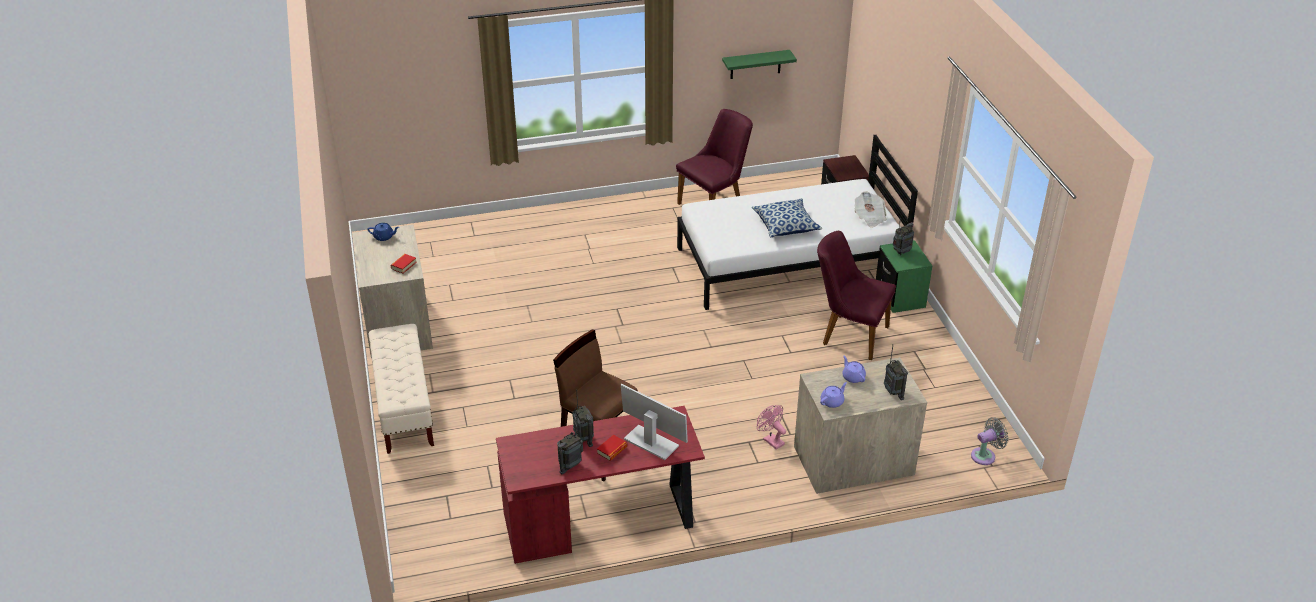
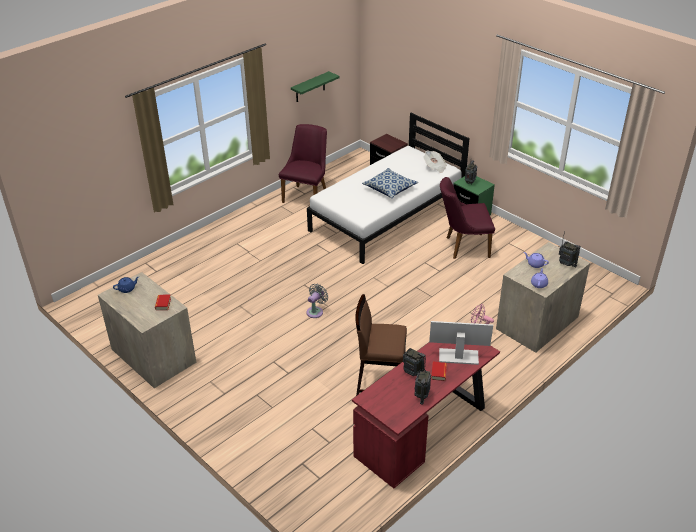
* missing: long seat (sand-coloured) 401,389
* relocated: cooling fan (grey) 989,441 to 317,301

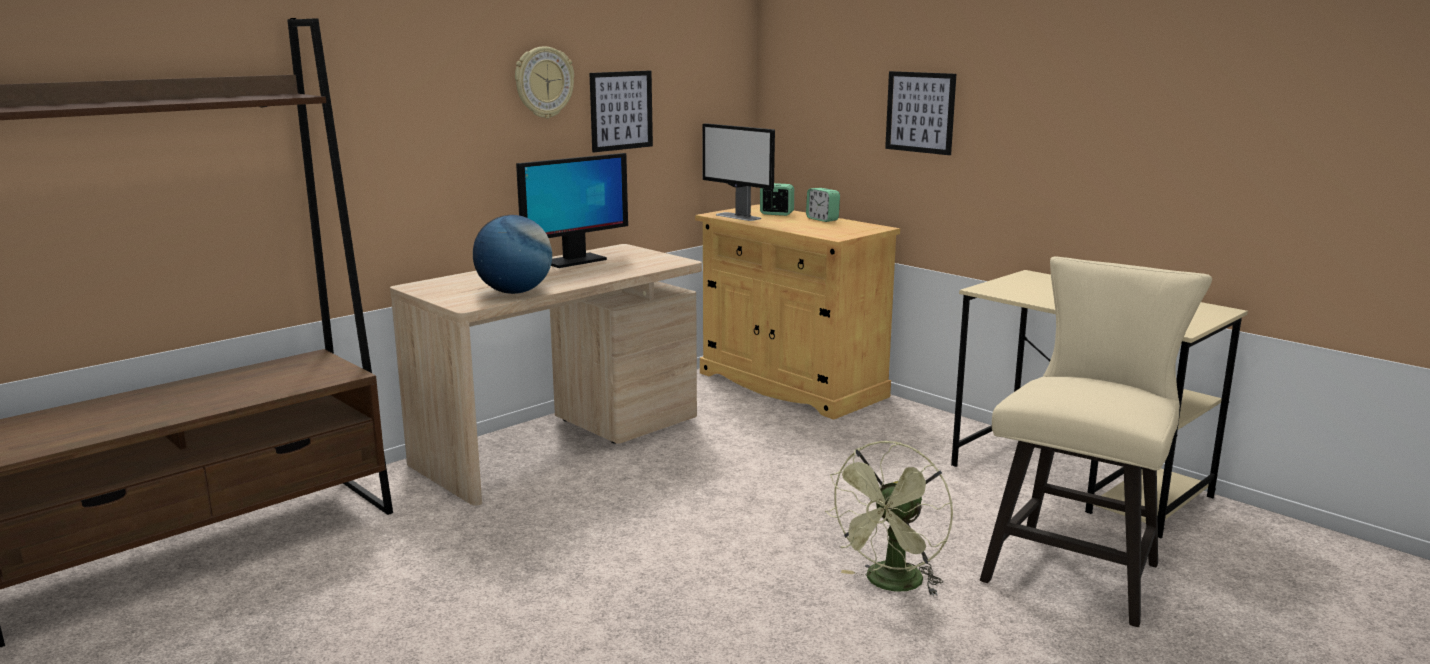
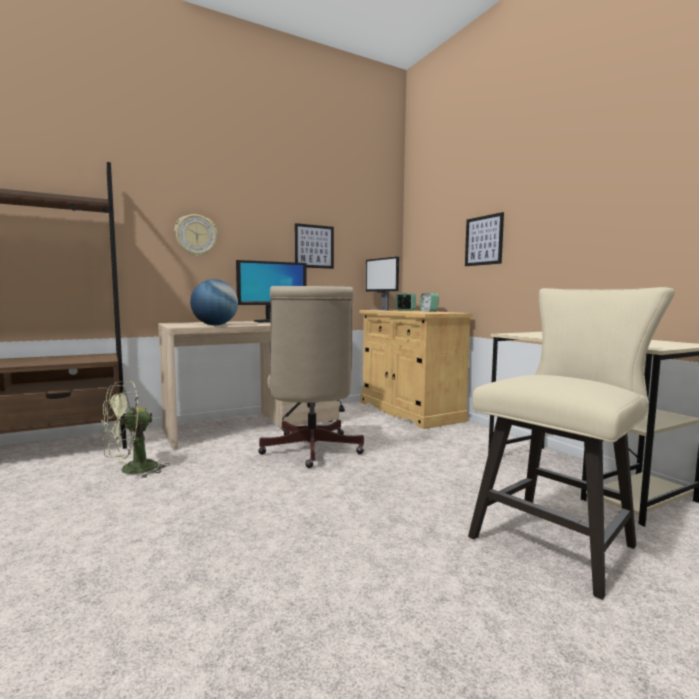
* relocated: wall clock 544,82 to 196,235
* relocated: cooling fan (green-coloured) 889,518 to 135,430
* appeared: computer chair (sand-coloured) 311,377

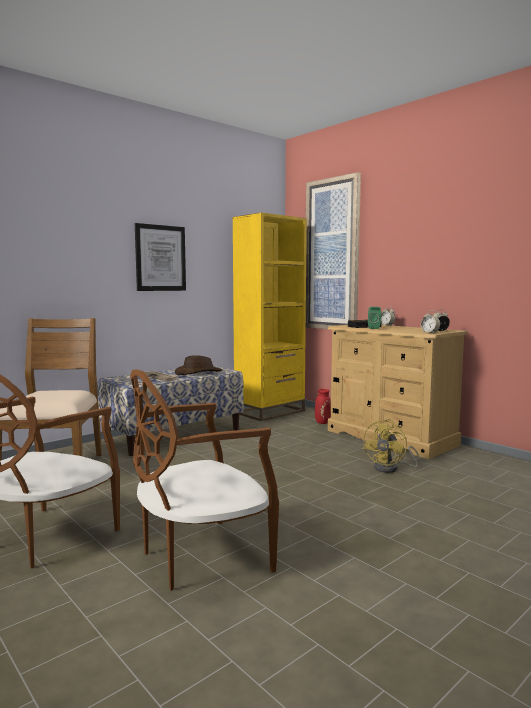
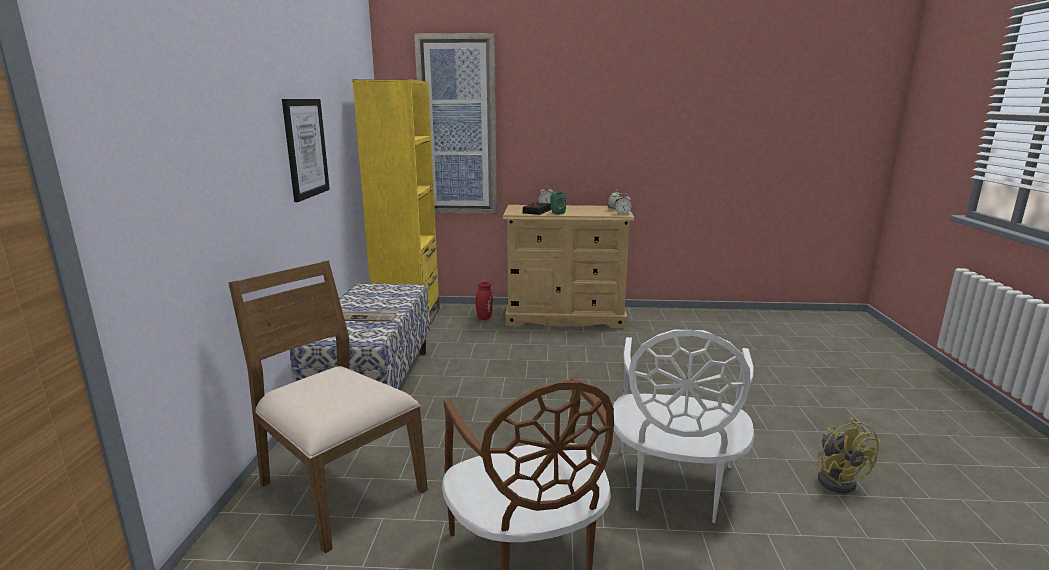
* colour: plain chair (brown) 204,480 to plain chair (white-coloured) 683,426
* missing: hat (brown) 199,365
* relocated: cooling fan (yellow-coloured) 391,446 to 848,455

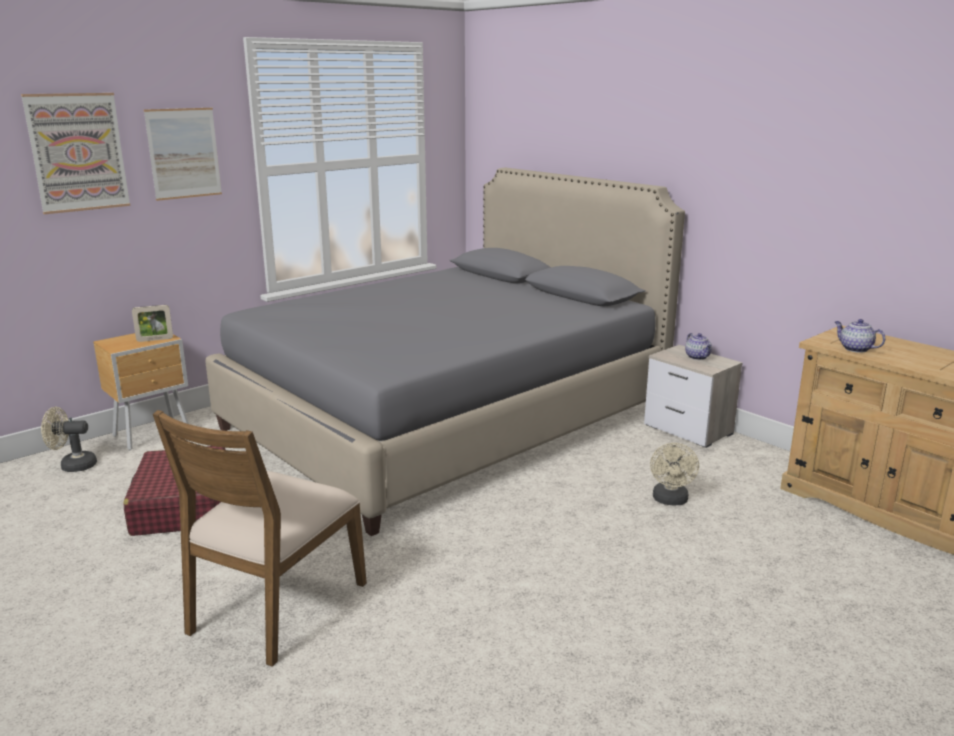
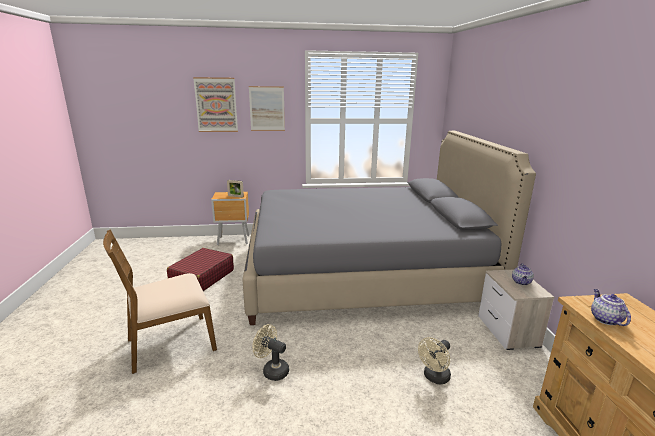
* relocated: cooling fan (sand-coloured) 69,439 to 270,352

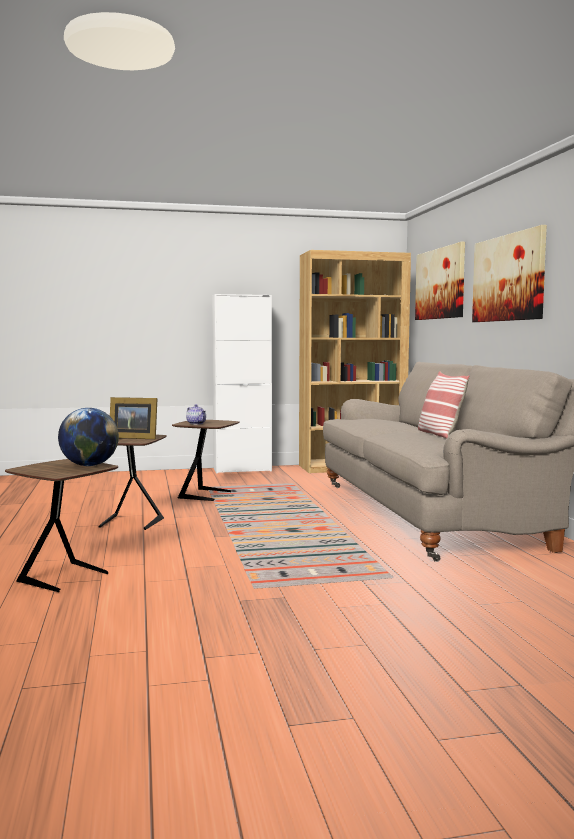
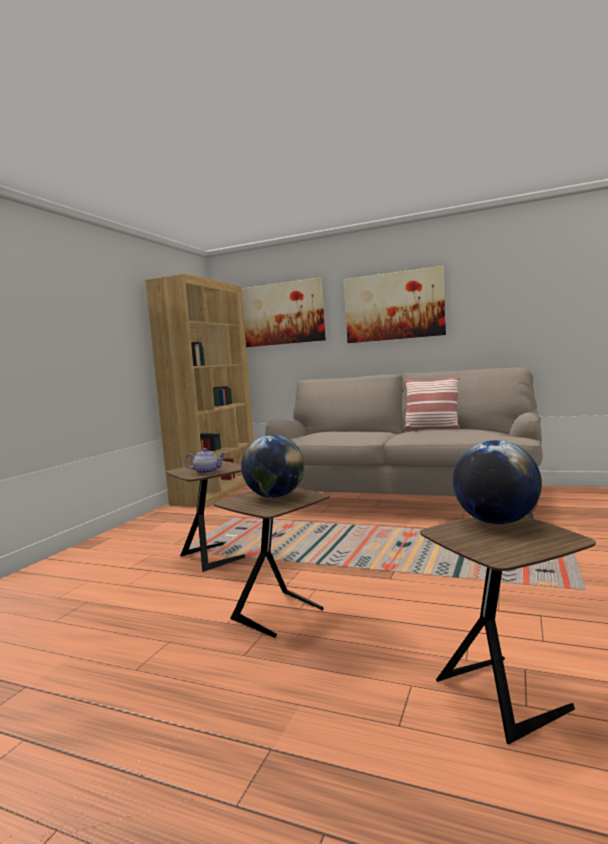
* exchanged: photo frame 134,418 to globe 272,466
* missing: cabinet (white-coloured) 242,384

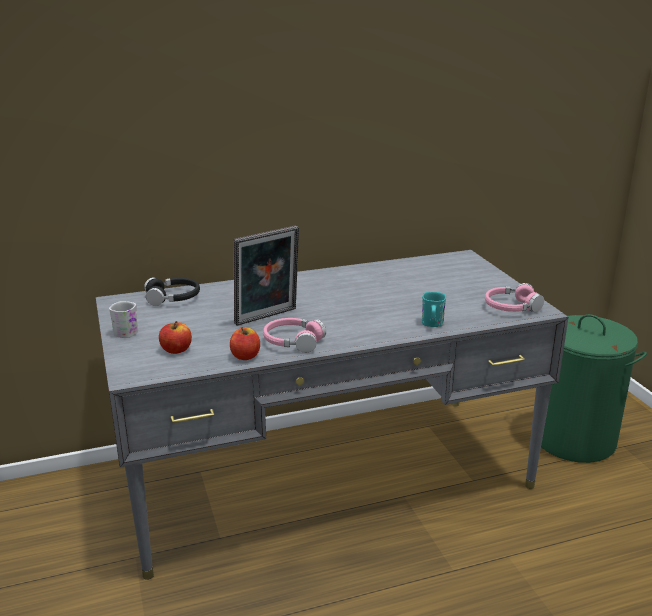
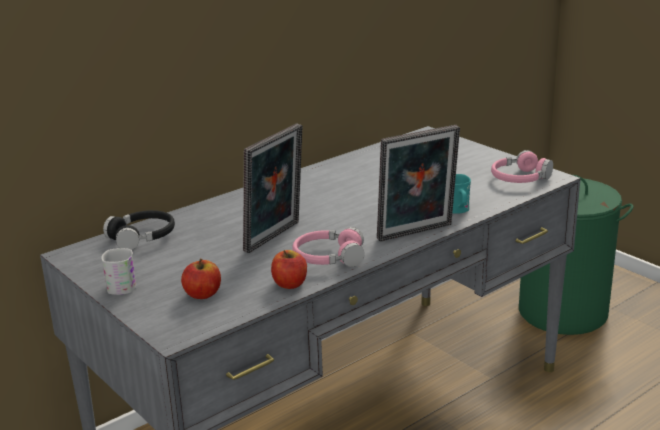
* appeared: photo frame 418,183

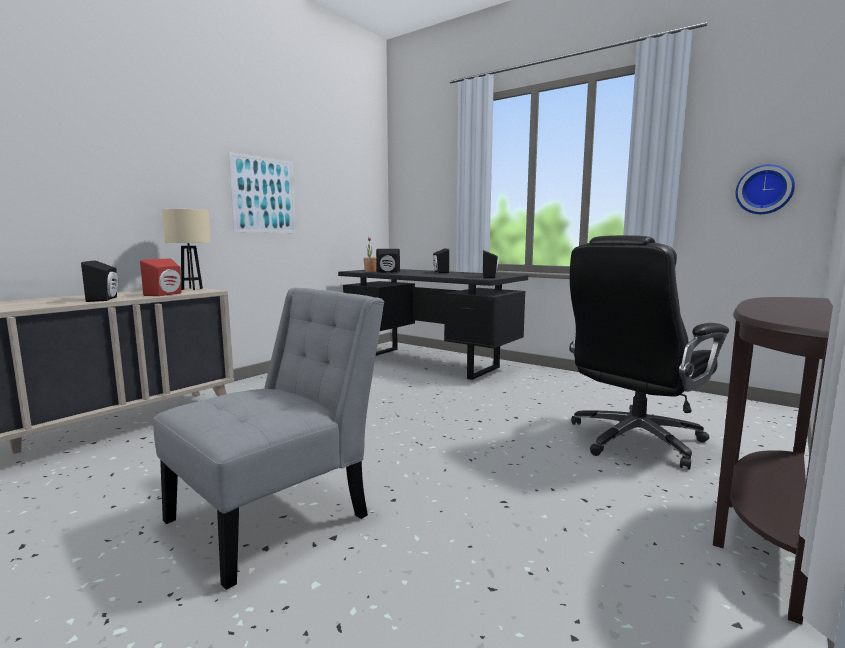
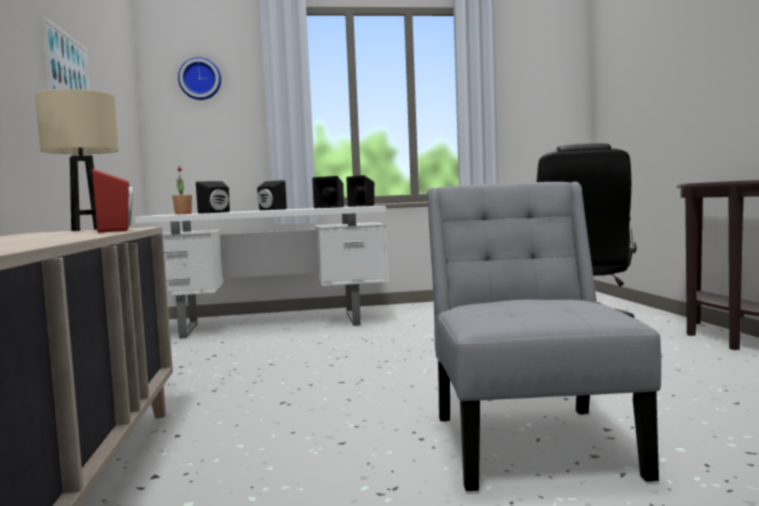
* relocated: audio speaker (black-coloured) 99,281 to 328,192
* colour: desk (black-coloured) 433,324 to desk (white-coloured) 262,272
* relocated: wall clock 765,189 to 199,78

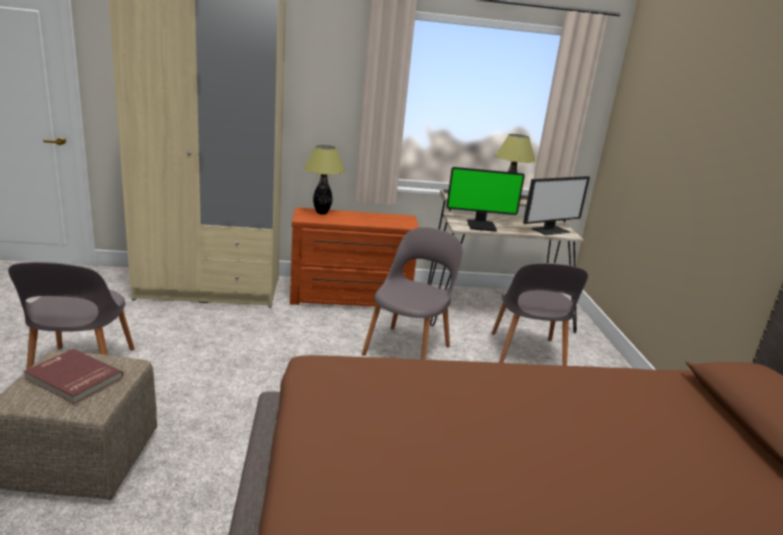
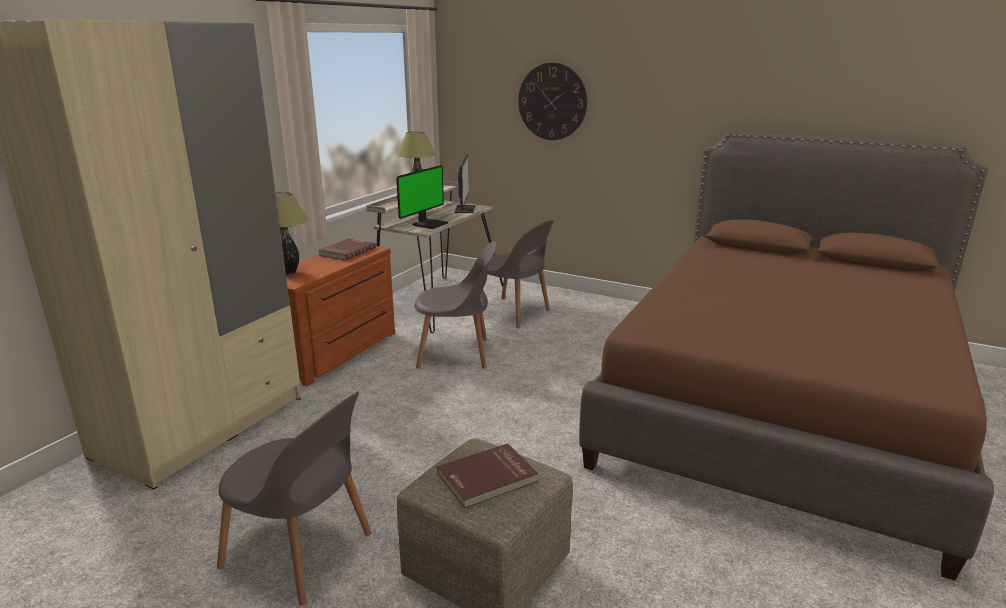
* spun: plain chair (grey) 412,293 = 455,304 120 degrees clockwise
* appeared: bound book (reddish) 347,249
* appeared: wall clock 552,101

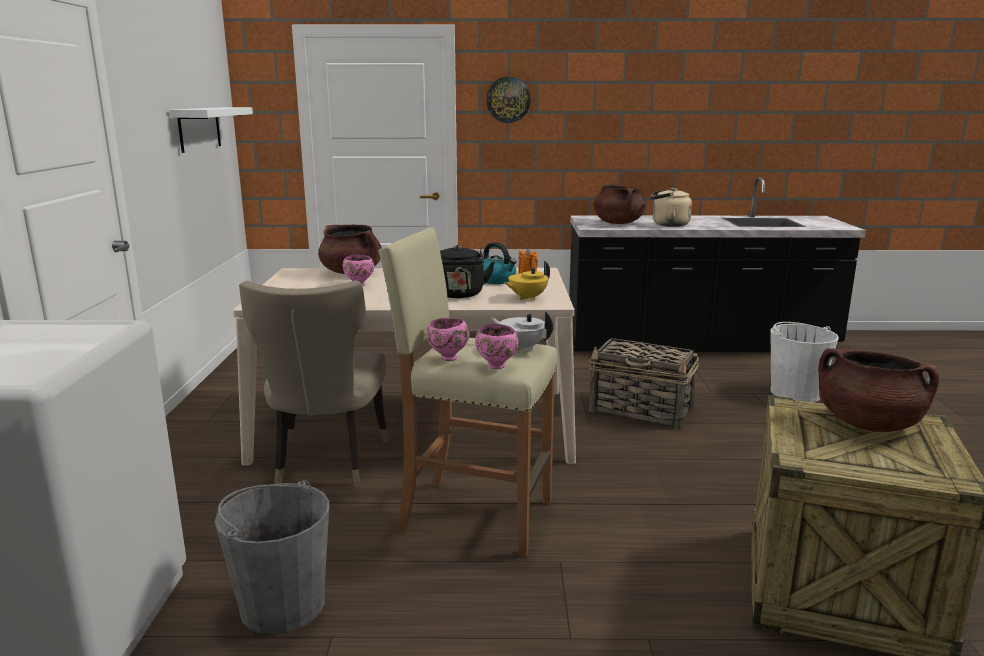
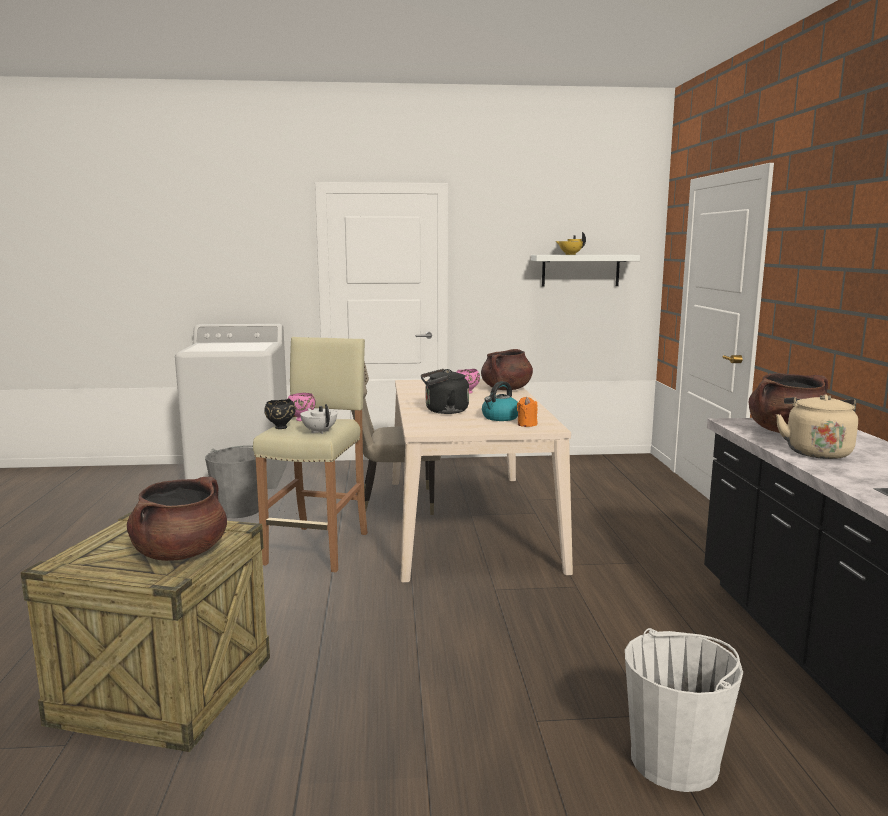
* colour: serving bowl (pink) 497,346 to serving bowl (black-coloured) 279,414
* missing: wall clock 508,100
* spun: tea pot (white-coloured) 522,331 = 318,419 60 degrees counterclockwise
* relocated: tea pot (yellow-coloured) 527,280 to 571,243
* missing: household basket 644,383

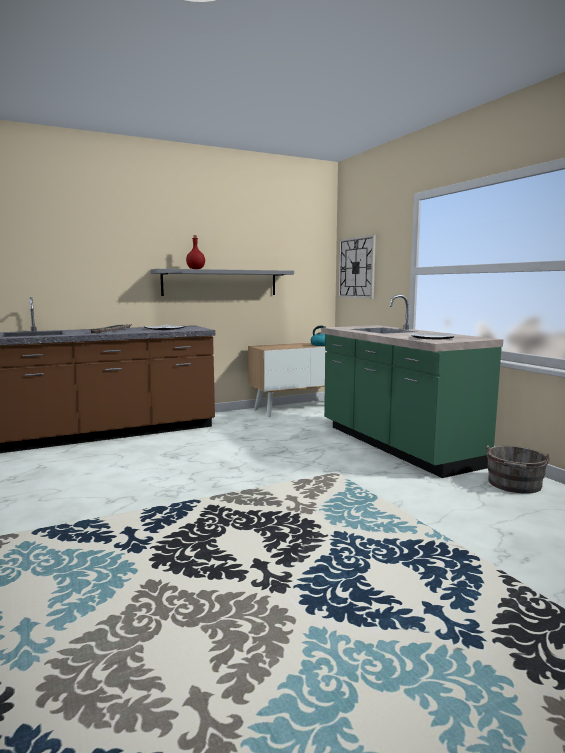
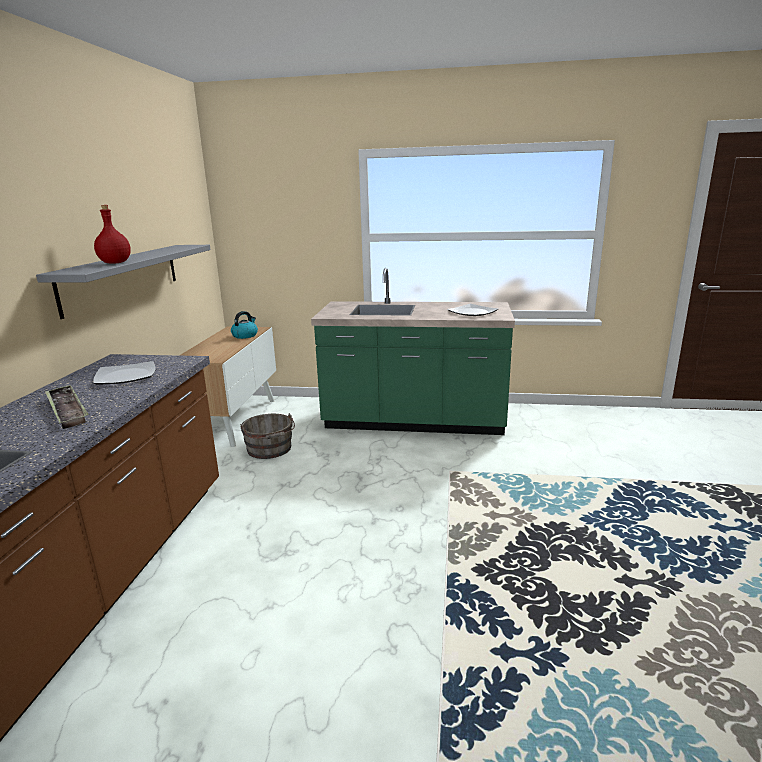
* missing: wall clock 357,267
* relocated: pail (grey) 517,469 to 267,436

